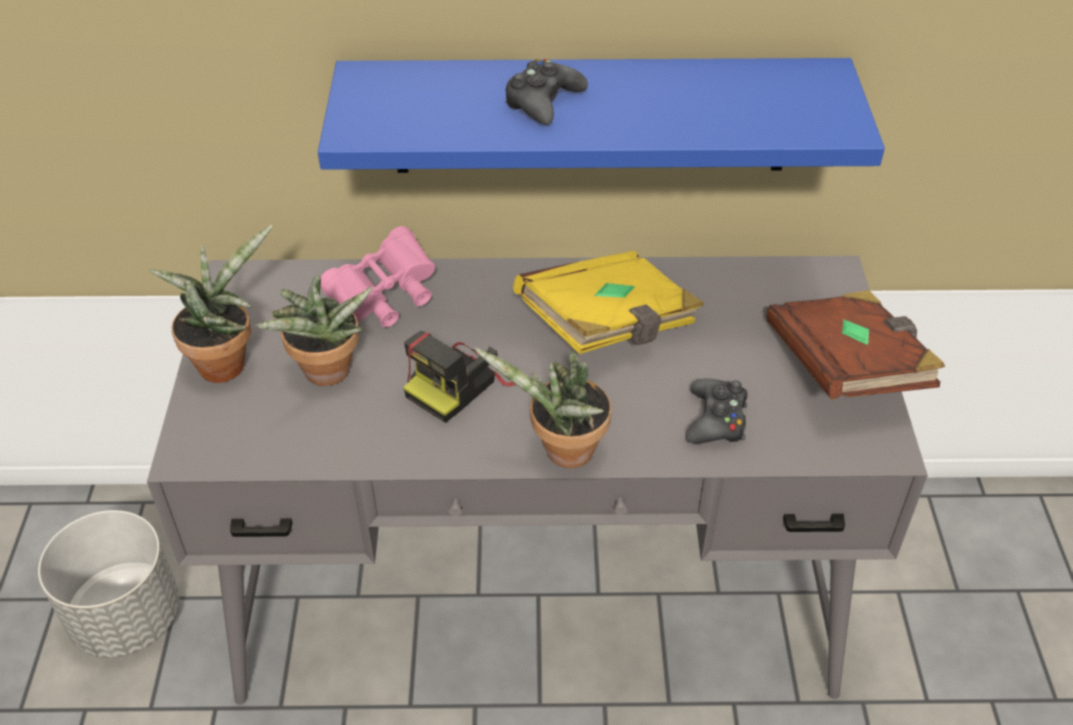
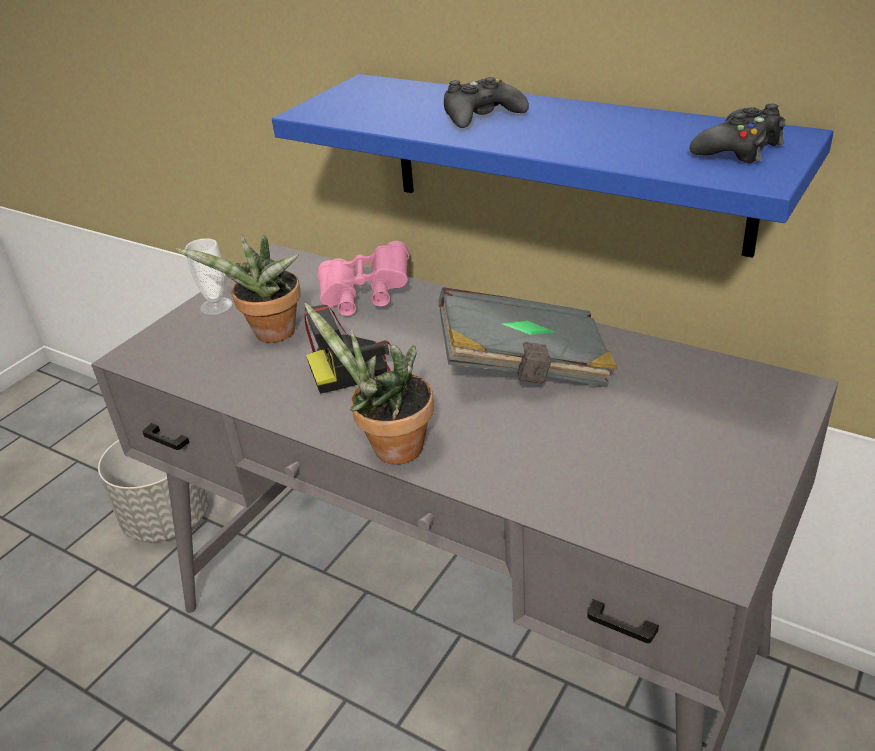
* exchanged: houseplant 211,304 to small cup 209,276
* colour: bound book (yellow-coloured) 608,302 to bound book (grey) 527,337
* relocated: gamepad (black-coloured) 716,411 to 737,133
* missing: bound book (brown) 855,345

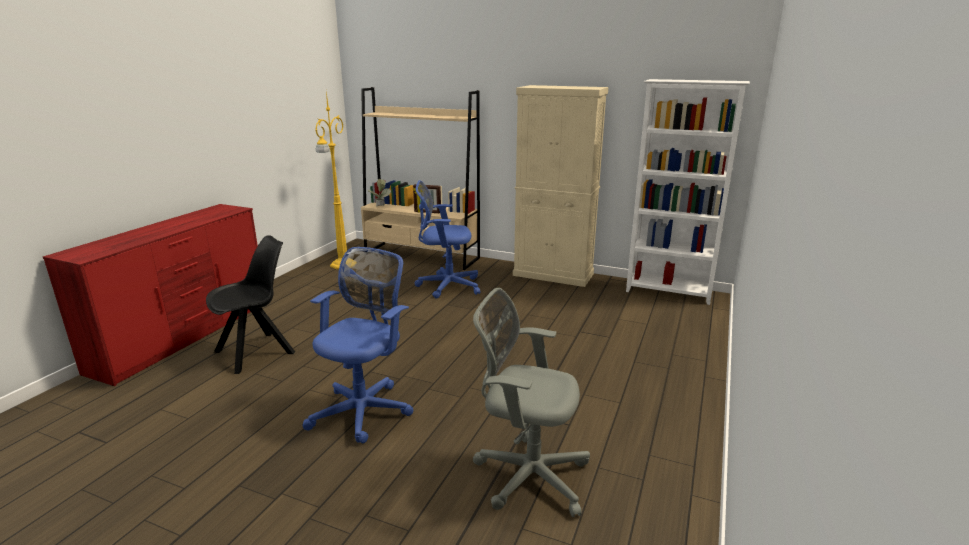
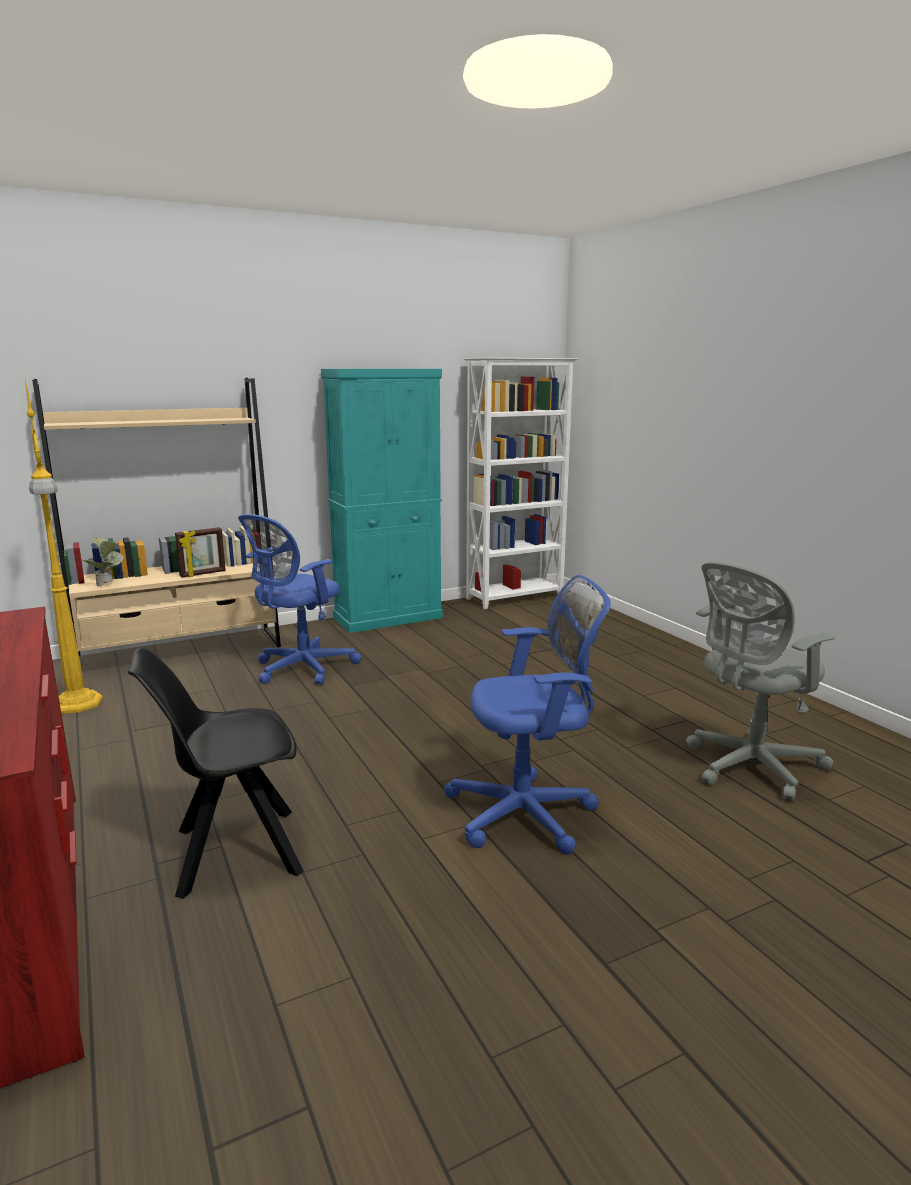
* spun: plain chair (black-coloured) 250,304 = 215,773 105 degrees counterclockwise
* spun: computer chair (bluish) 357,345 = 527,714 105 degrees clockwise
* colour: cabinet (sand-coloured) 560,186 to cabinet (blue-green) 382,501

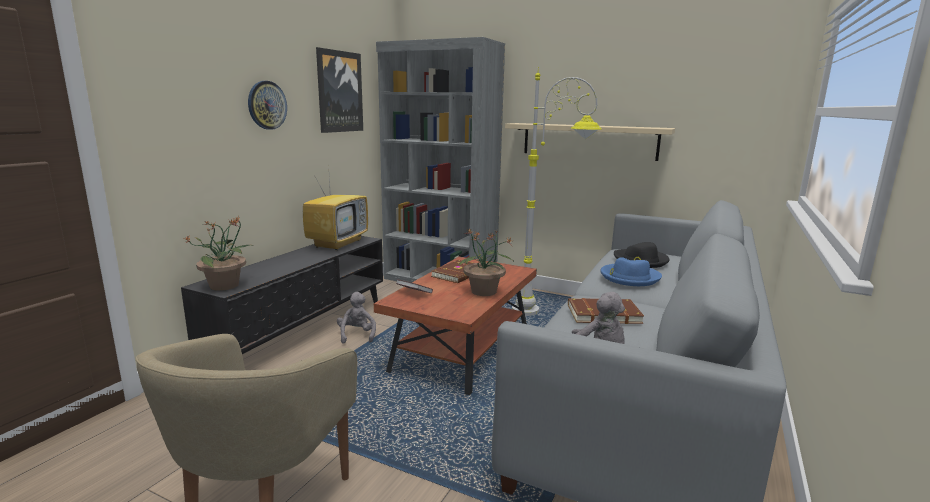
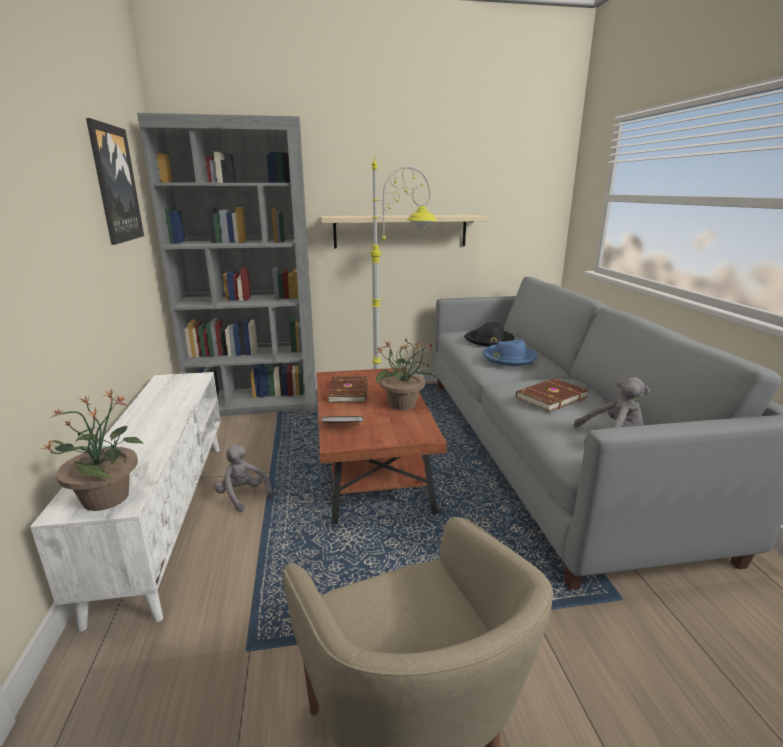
* colour: tv stand (black-coloured) 282,295 to tv stand (white-coloured) 125,502
* missing: wall clock 267,105
* missing: TV 335,206

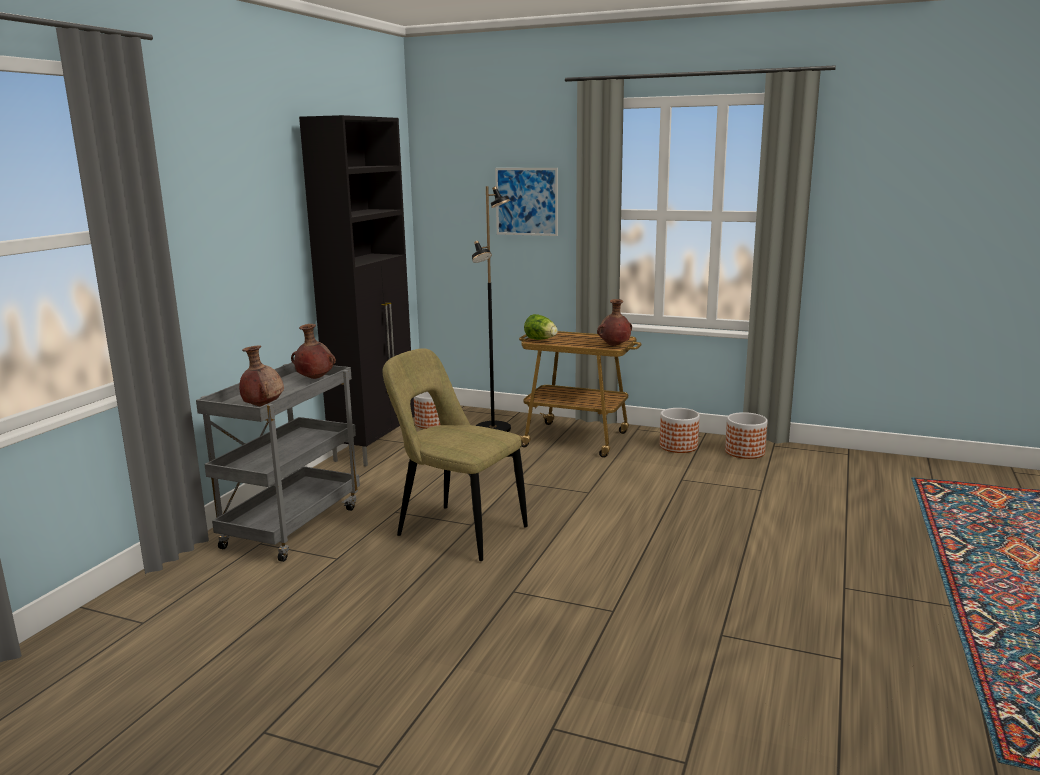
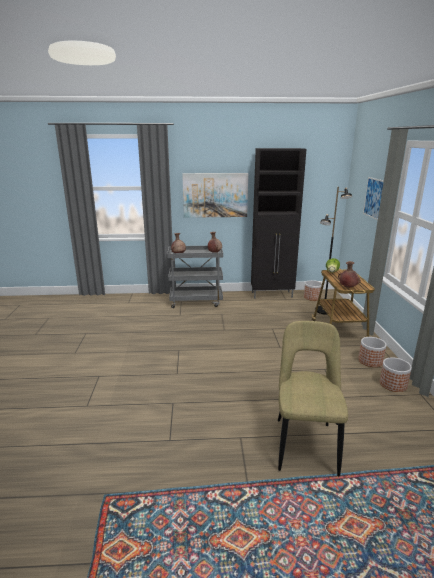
* relocated: plain chair (sand-coloured) 455,454 to 313,398
* appeared: wall art 215,195

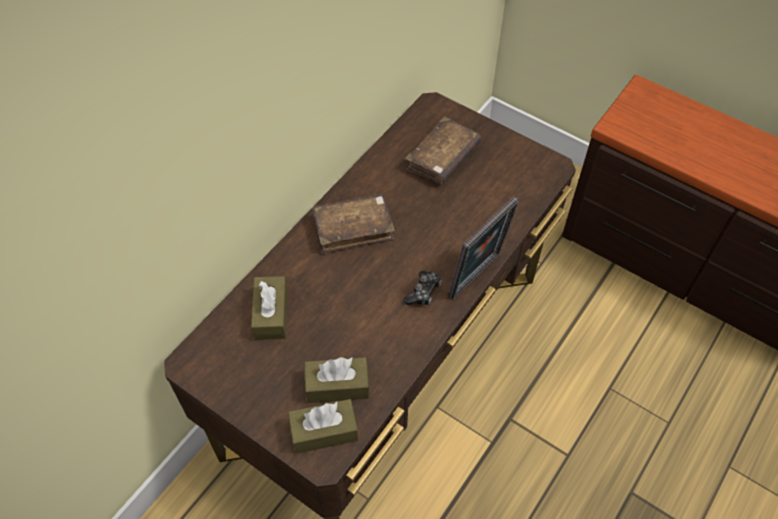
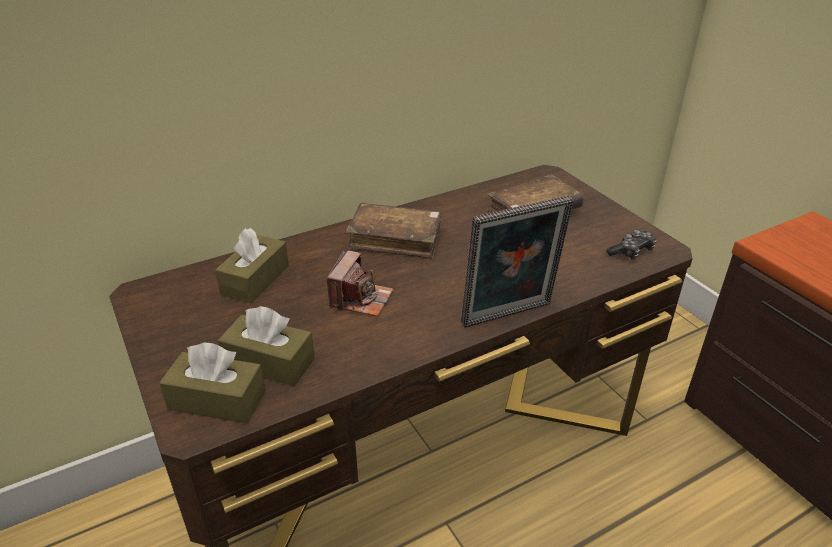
* relocated: gamepad 422,287 to 631,245
* appeared: photo camera 360,283

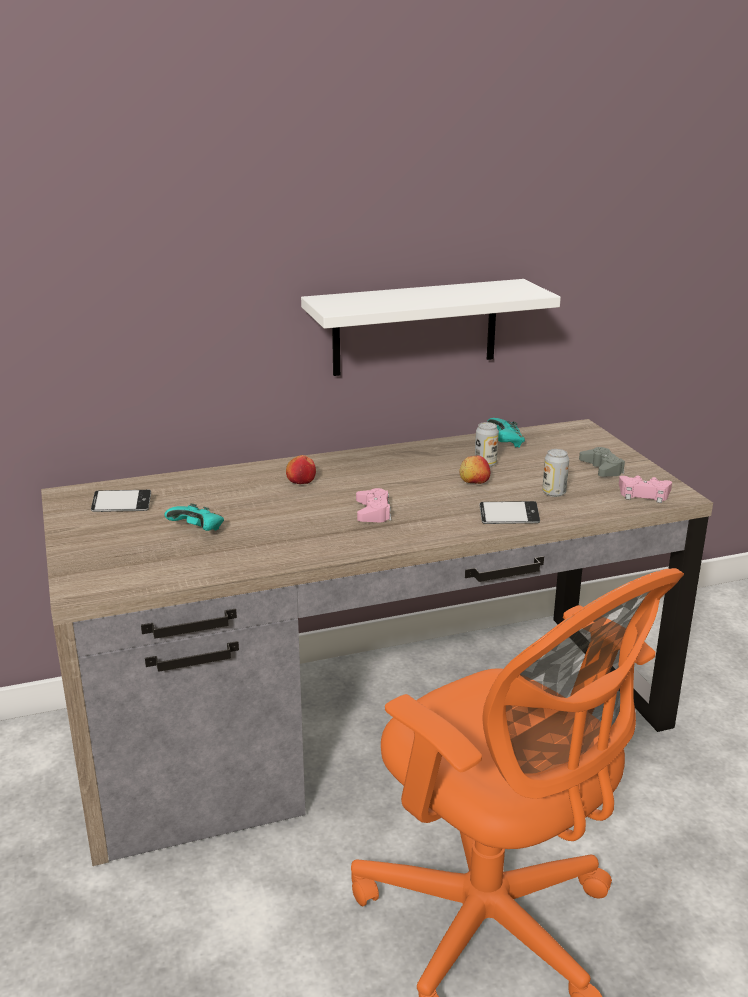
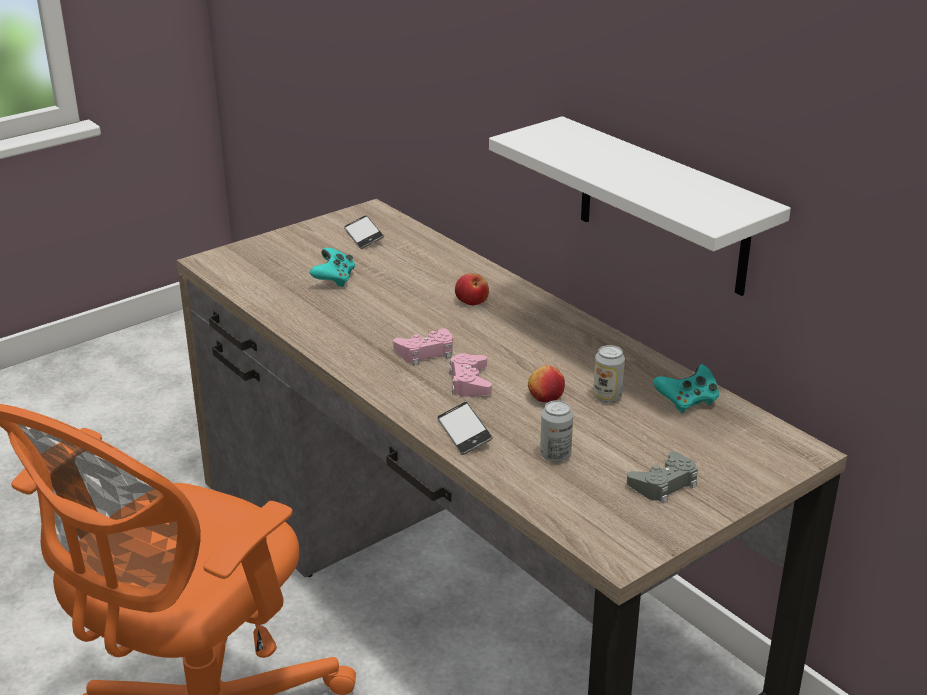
* relocated: gamepad (pink) 645,489 to 470,375

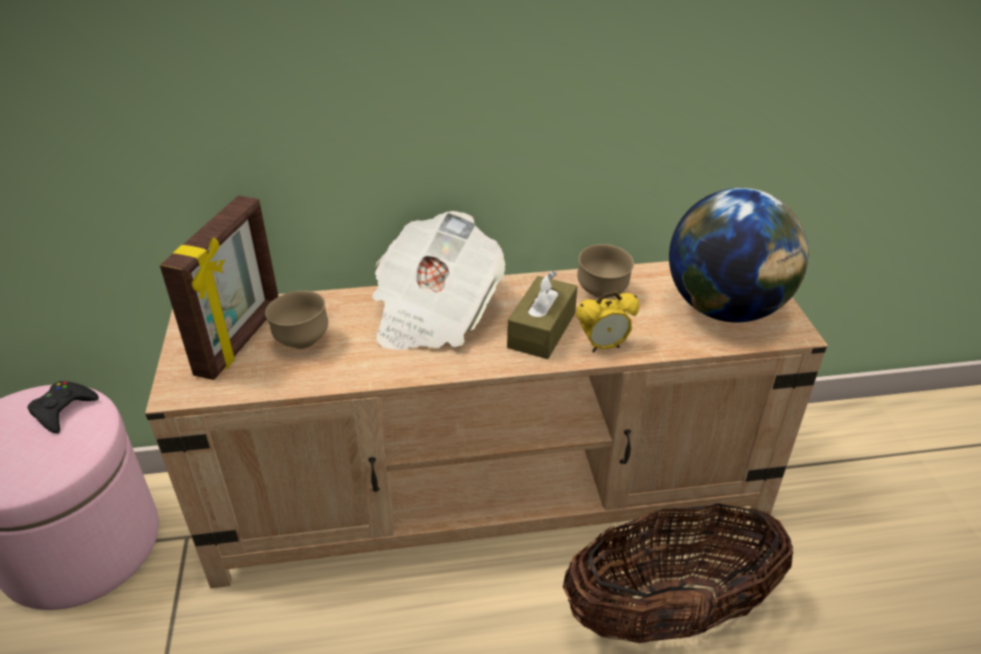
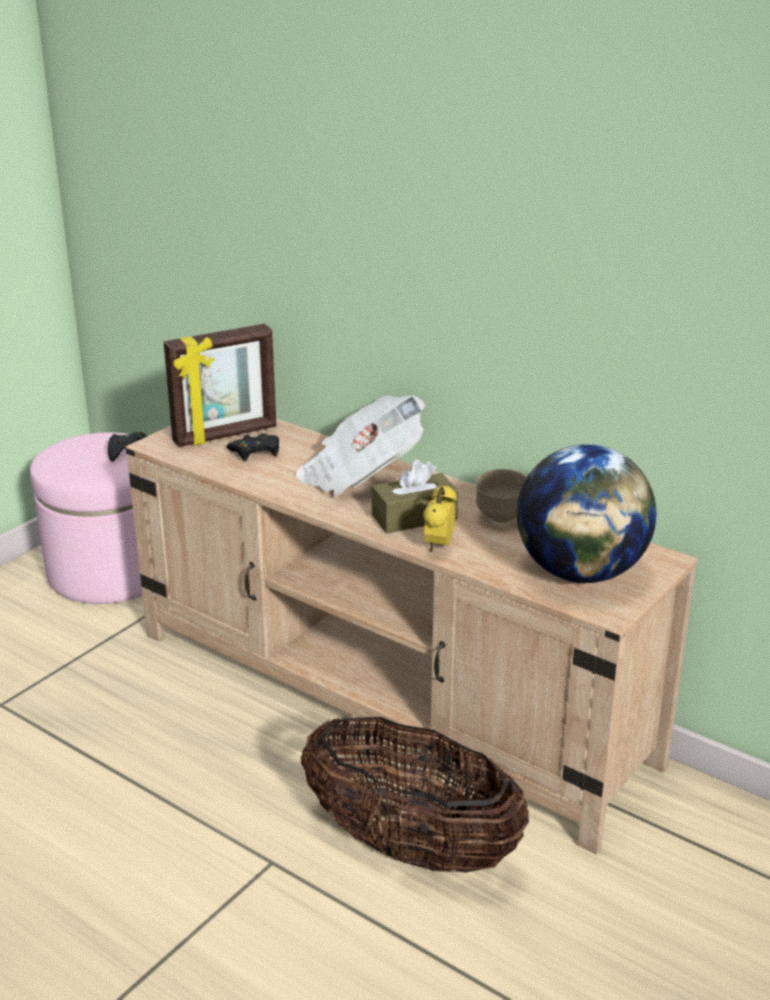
* exchanged: serving bowl (brown) 296,320 to gamepad (black-coloured) 253,447
* spun: table clock 608,321 = 440,518 75 degrees clockwise

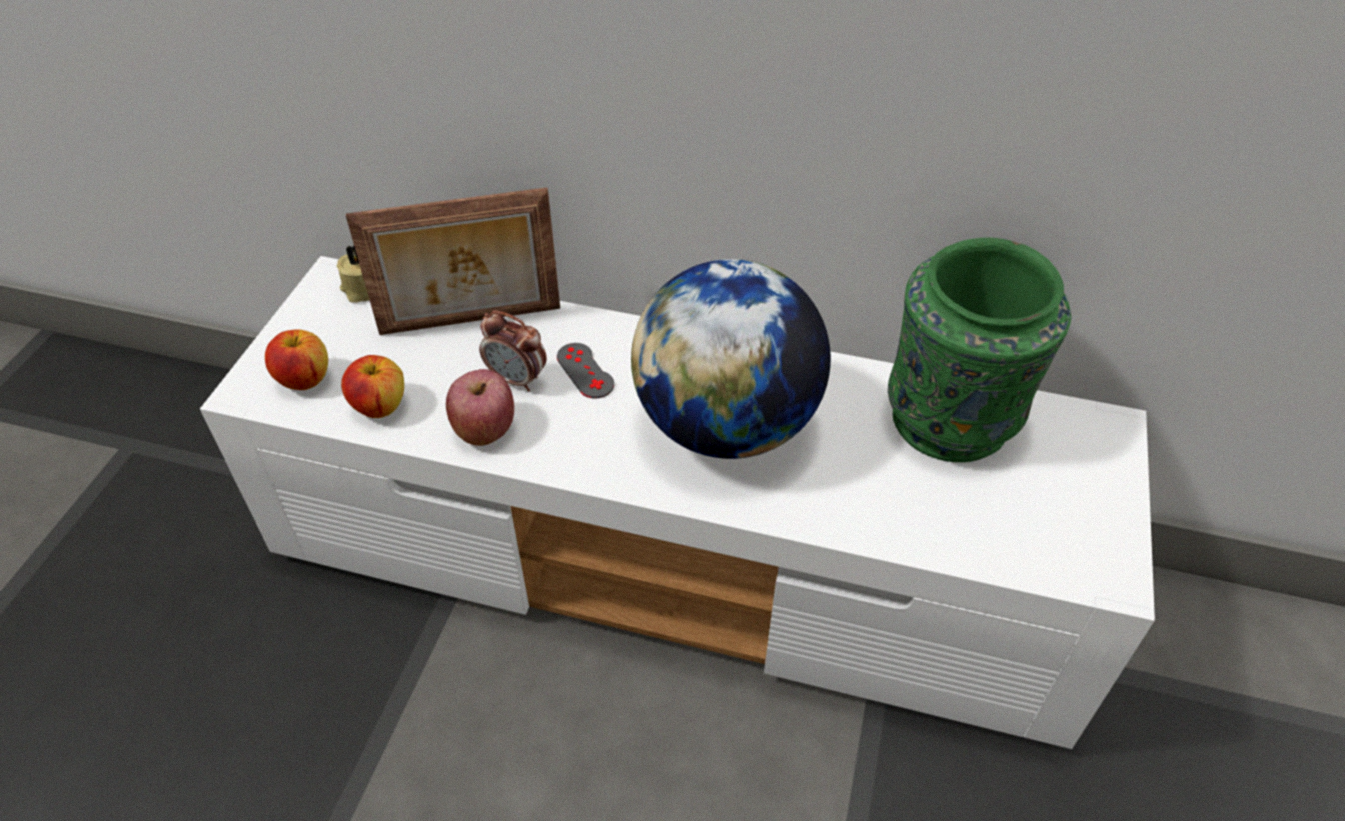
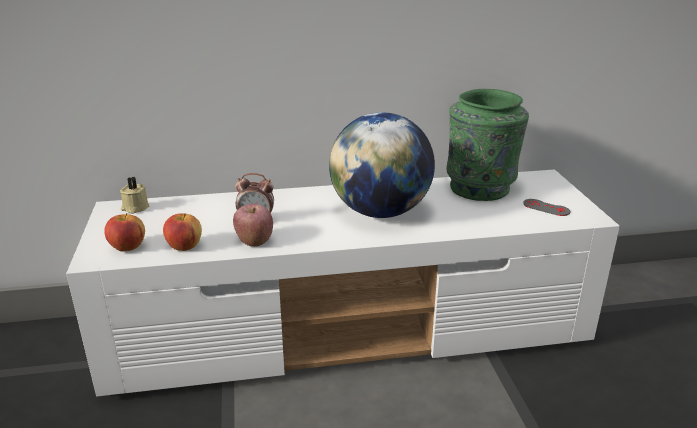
* missing: photo frame 453,261
* relocated: gamepad (grey) 585,371 to 546,207

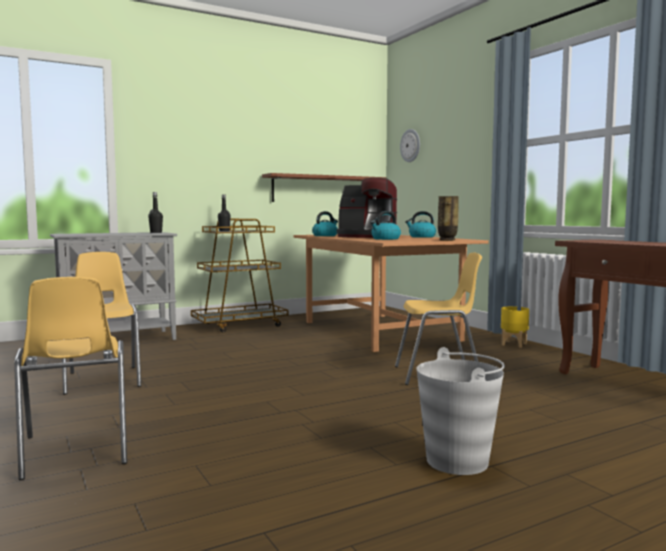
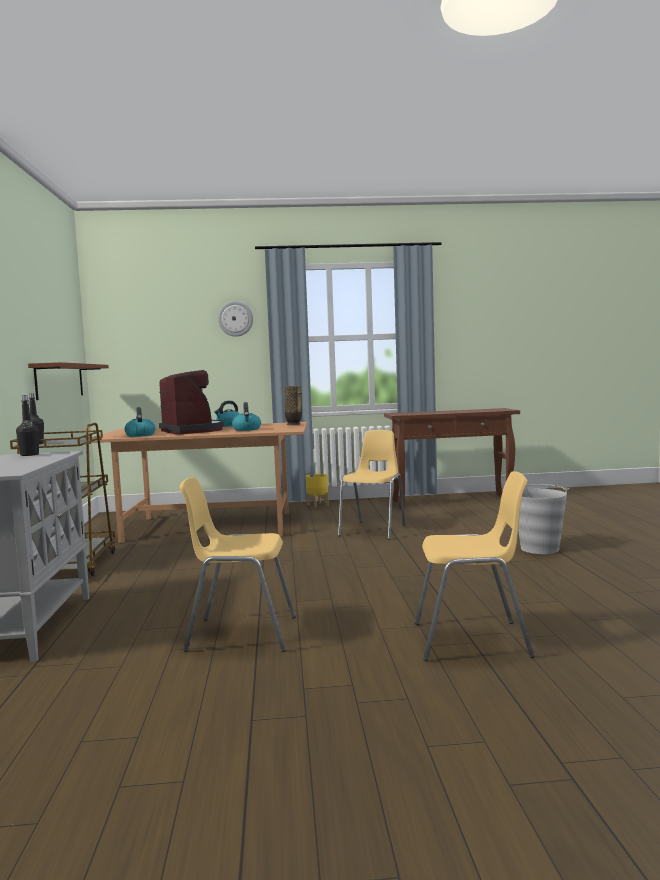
* spun: coffee maker 367,208 = 191,402 75 degrees counterclockwise
* relocated: wall clock 410,145 to 235,319

